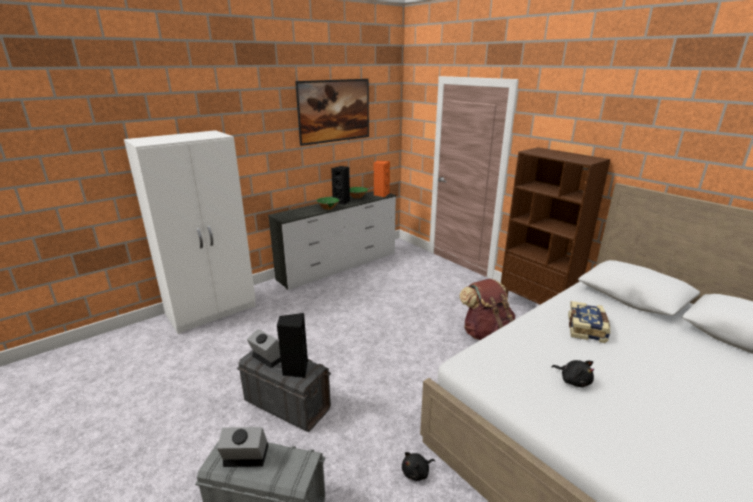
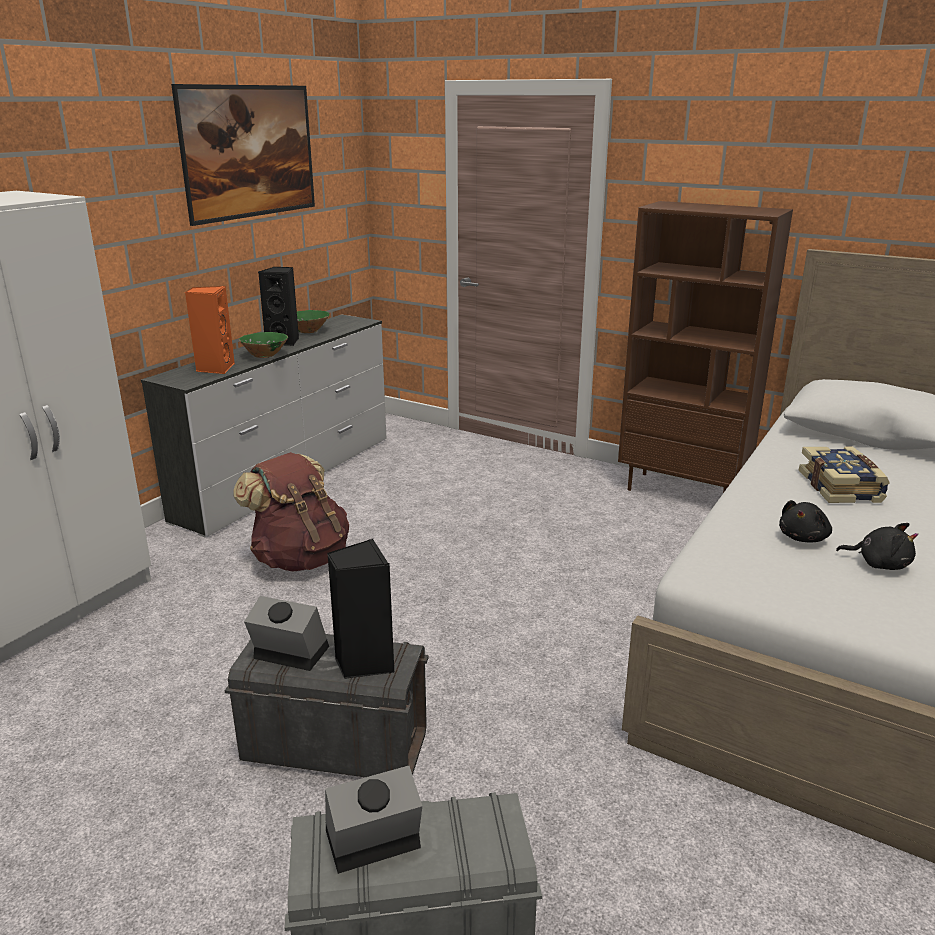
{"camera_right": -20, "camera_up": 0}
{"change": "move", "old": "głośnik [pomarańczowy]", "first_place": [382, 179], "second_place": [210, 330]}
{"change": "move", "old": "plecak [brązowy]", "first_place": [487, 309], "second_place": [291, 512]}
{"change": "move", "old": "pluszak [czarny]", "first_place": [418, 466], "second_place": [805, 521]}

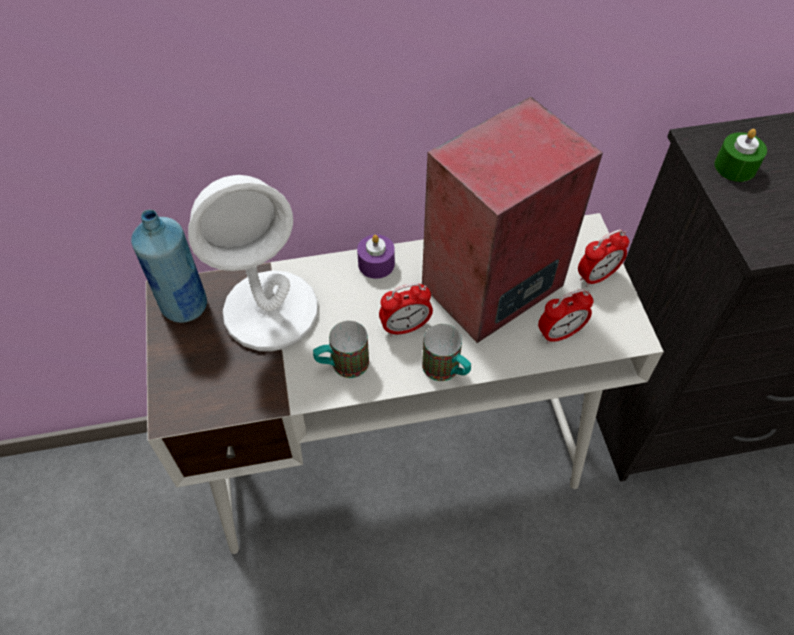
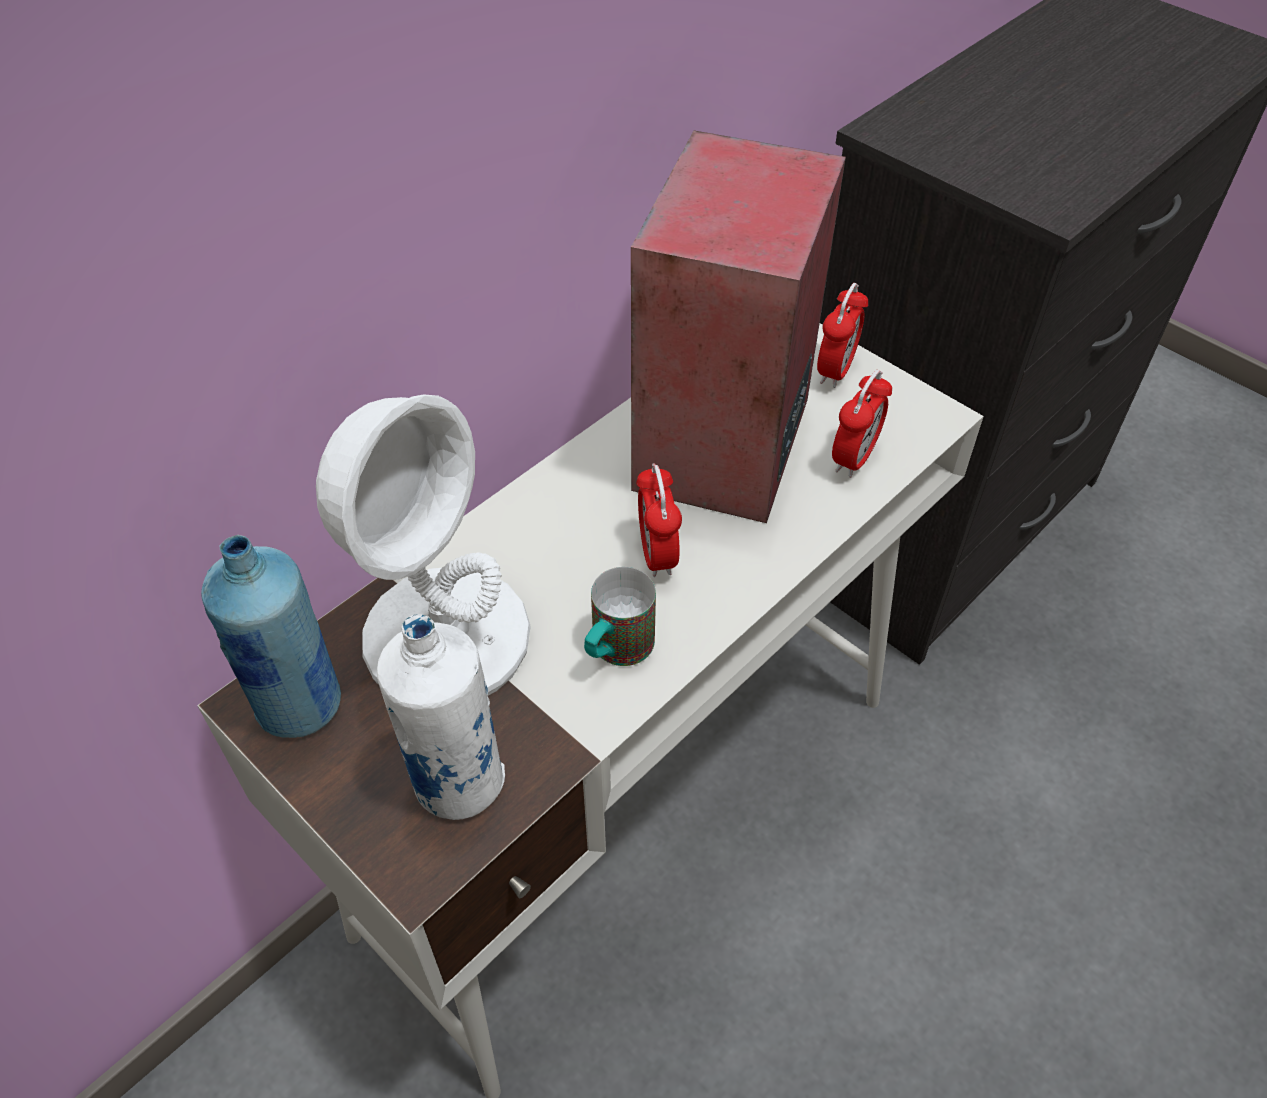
{"camera_right": -35, "camera_up": -5}
{"change": "delete", "old": "świeca [zielony]", "first_place": [740, 155]}
{"change": "delete", "old": "świeca [fioletowy]", "first_place": [376, 256]}
{"change": "rotate", "old": "budzik", "first_place": [406, 309], "second_place": [659, 520], "degrees": 135}
{"change": "delete", "old": "kubek", "first_place": [446, 352]}
{"change": "insert", "new": "butelka [biały]", "second_place": [441, 717]}

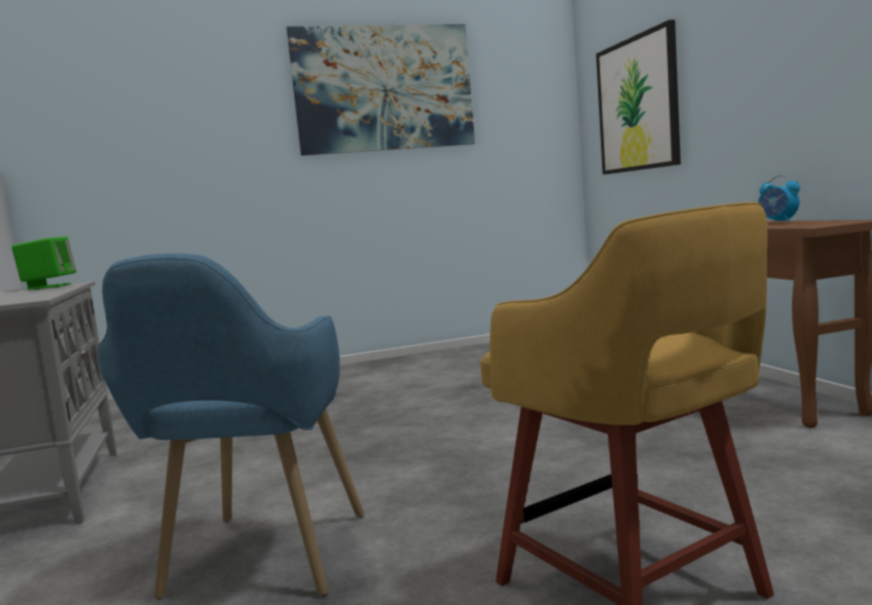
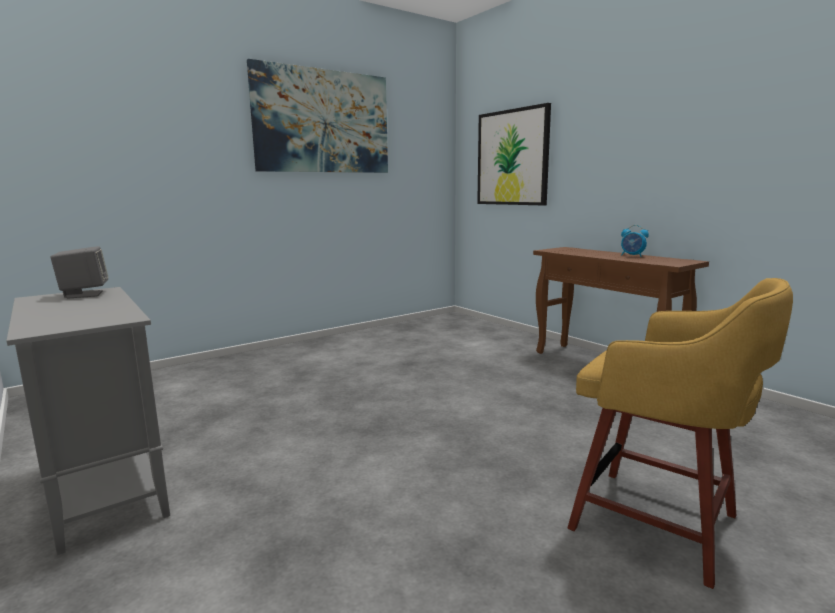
{"camera_right": -20, "camera_up": 5}
{"change": "recolor", "old": "głośnik [zielony]", "new": "głośnik [szary]", "first_place": [44, 263], "second_place": [80, 272]}
{"change": "delete", "old": "fotel [niebieski]", "first_place": [230, 426]}

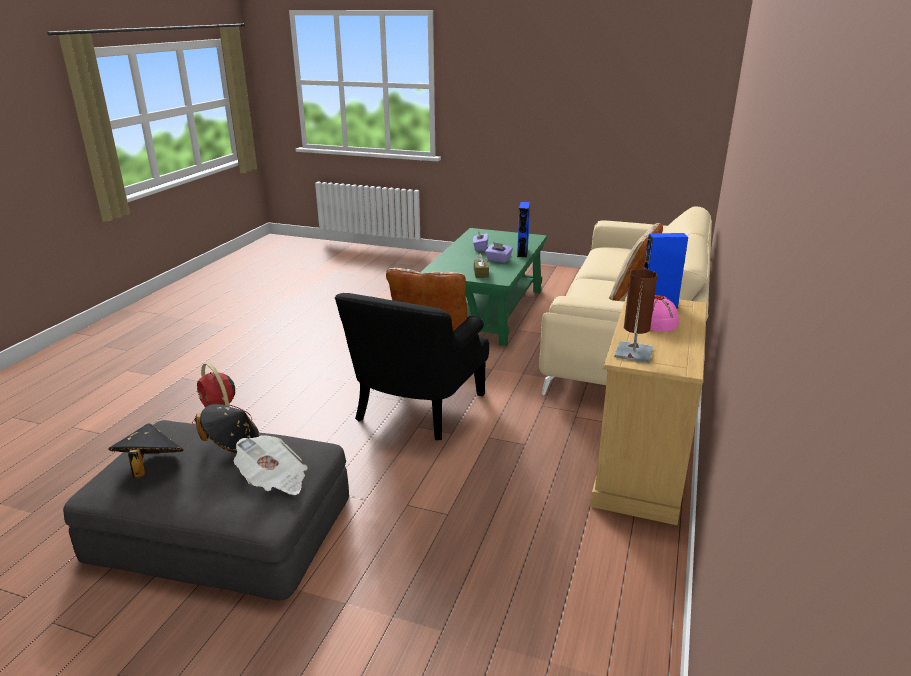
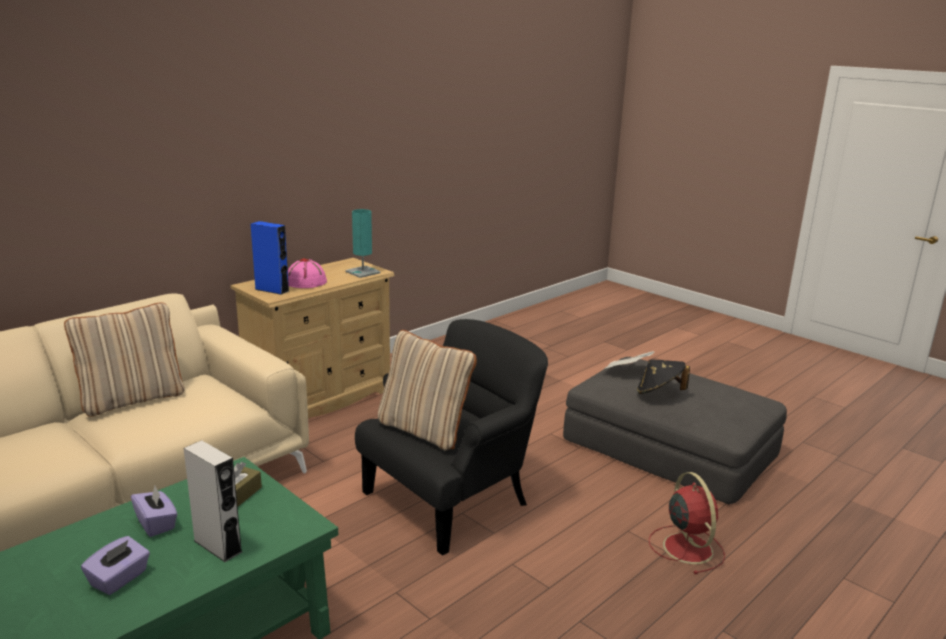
{"camera_right": -155, "camera_up": -5}
{"change": "delete", "old": "głośnik [niebieski]", "first_place": [523, 230]}
{"change": "recolor", "old": "lampa stołowa [brązowy]", "new": "lampa stołowa [turkusowy]", "first_place": [635, 316], "second_place": [363, 243]}
{"change": "delete", "old": "kapelusz [czarny]", "first_place": [146, 450]}
{"change": "insert", "new": "głośnik [szary]", "second_place": [212, 501]}

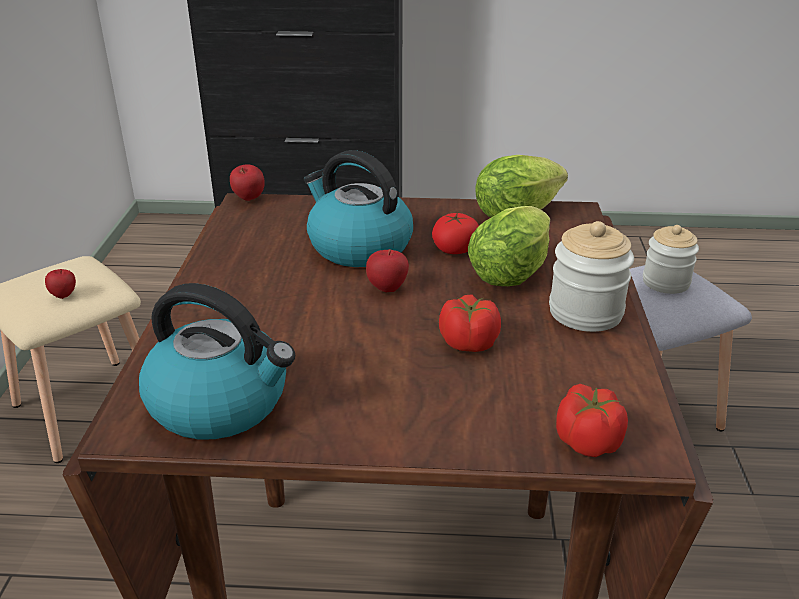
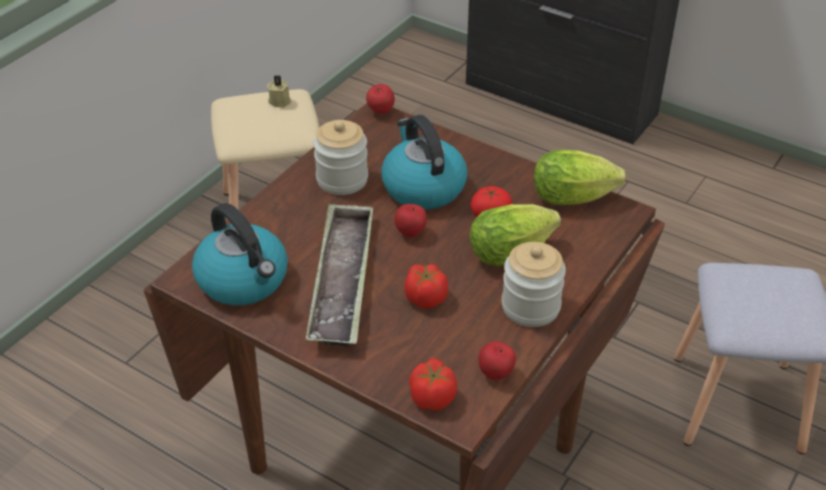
{"camera_right": 30, "camera_up": 10}
{"change": "move", "old": "słoik", "first_place": [671, 259], "second_place": [340, 157]}
{"change": "move", "old": "jabłko", "first_place": [60, 284], "second_place": [497, 361]}
{"change": "insert", "new": "świeca [beżowy]", "second_place": [279, 91]}
{"change": "insert", "new": "taca", "second_place": [339, 275]}

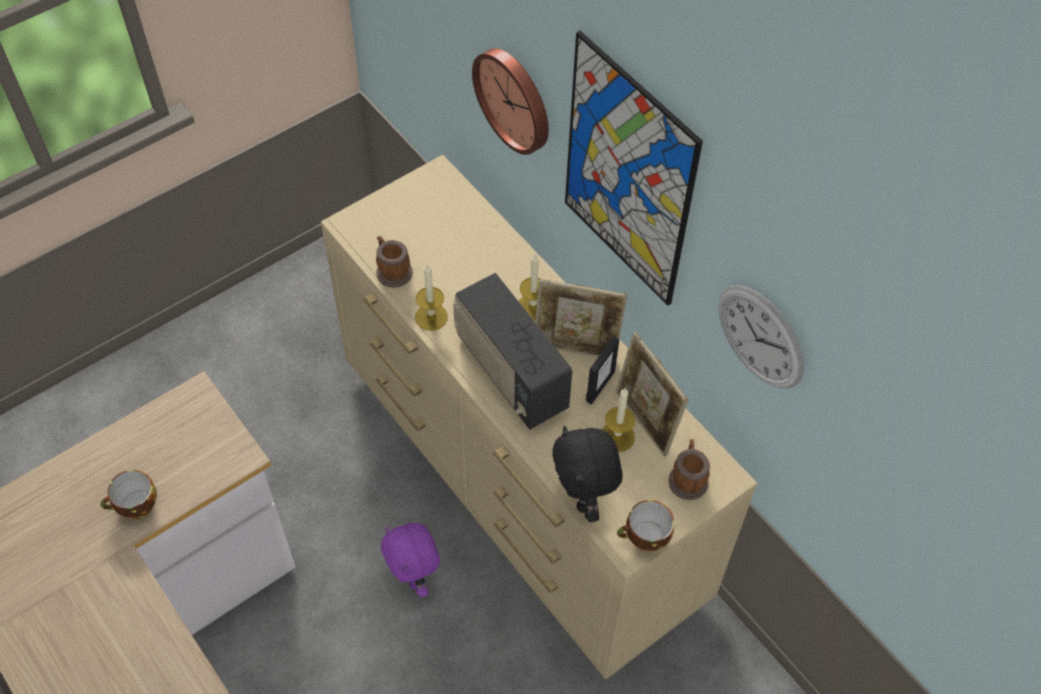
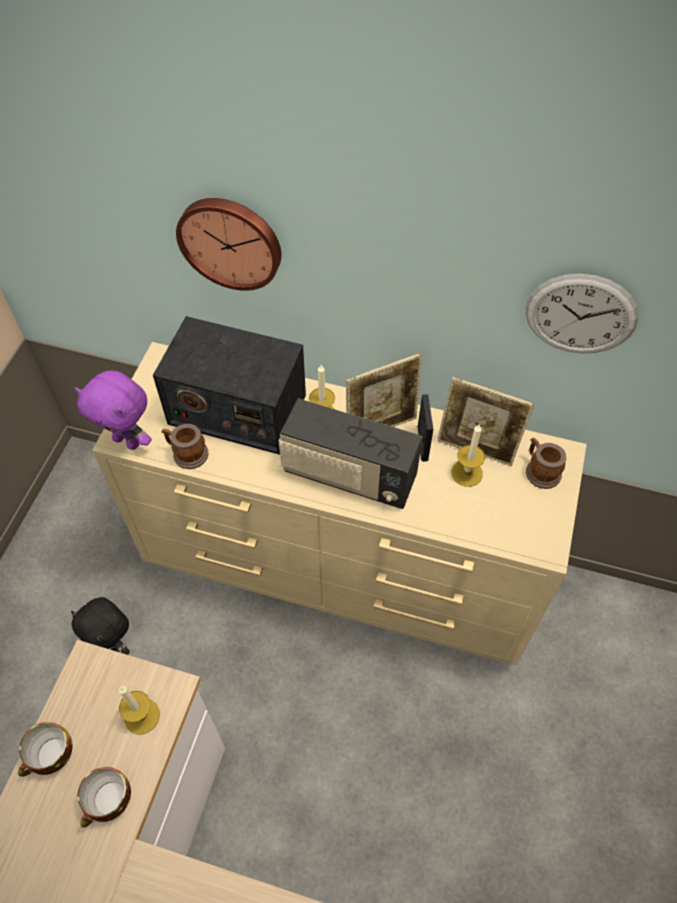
{"camera_right": -35, "camera_up": 0}
{"change": "delete", "old": "obraz", "first_place": [634, 168]}
{"change": "move", "old": "świeca", "first_place": [431, 297], "second_place": [139, 710]}
{"change": "move", "old": "pluszak [czarny]", "first_place": [587, 473], "second_place": [100, 626]}
{"change": "move", "old": "filiżanka", "first_place": [645, 525], "second_place": [45, 749]}
{"change": "move", "old": "pluszak [fioletowy]", "first_place": [410, 560], "second_place": [113, 410]}
{"change": "insert", "new": "radio", "second_place": [229, 385]}

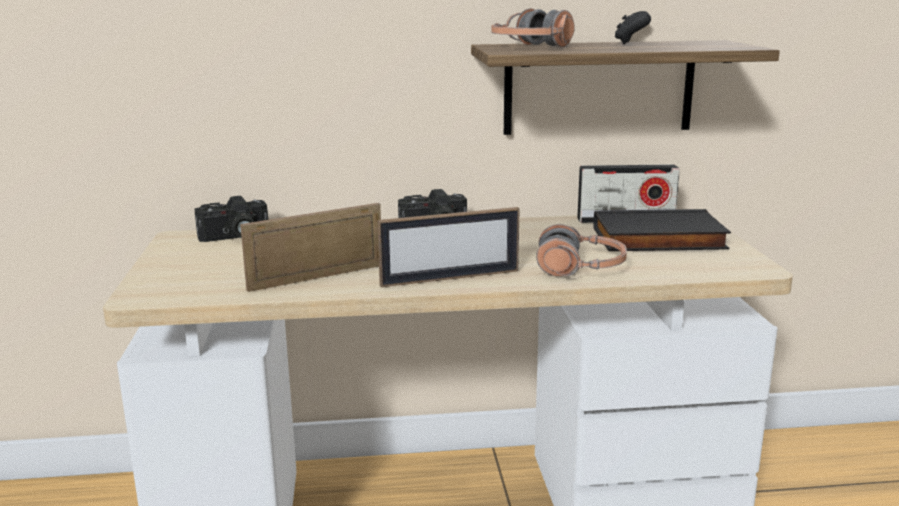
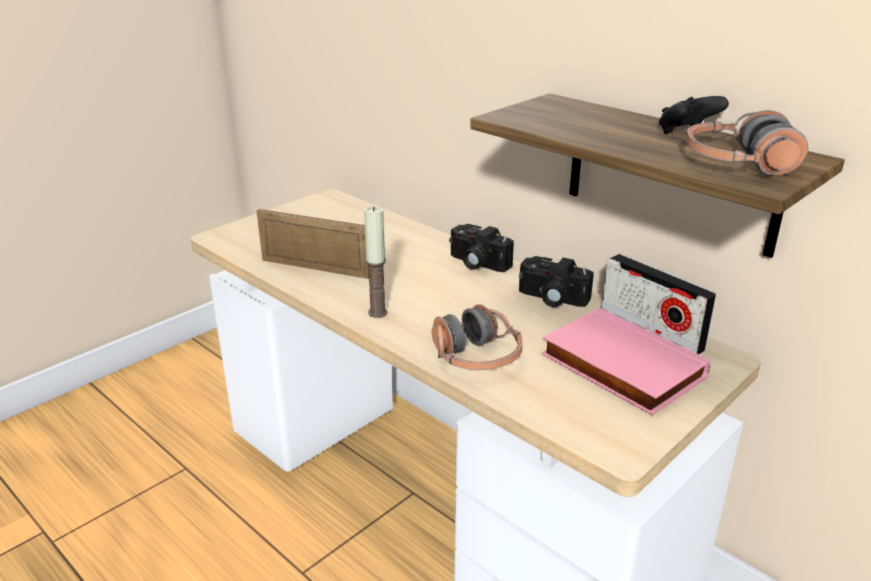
{"camera_right": 50, "camera_up": 10}
{"change": "move", "old": "słuchawki", "first_place": [533, 28], "second_place": [746, 143]}
{"change": "move", "old": "aparat fotograficzny", "first_place": [231, 219], "second_place": [556, 281]}
{"change": "replace", "old": "ramka na zdjęcie", "new": "świeca", "first_place": [448, 247], "second_place": [376, 262]}
{"change": "recolor", "old": "książka [czarny]", "new": "książka [różowy]", "first_place": [662, 230], "second_place": [625, 361]}

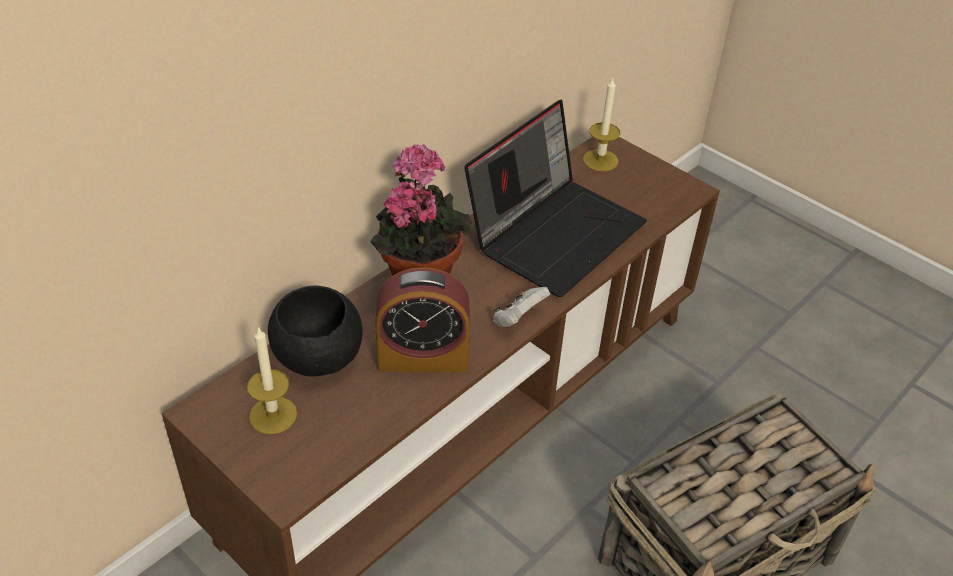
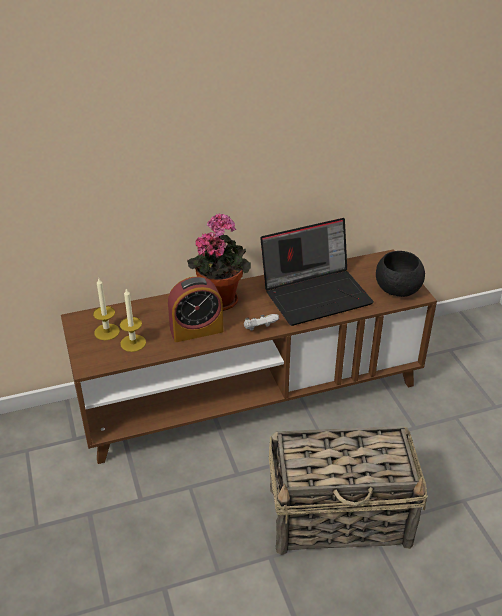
{"camera_right": 30, "camera_up": -5}
{"change": "move", "old": "świeca", "first_place": [601, 124], "second_place": [133, 320]}
{"change": "rotate", "old": "budzik", "first_place": [422, 319], "second_place": [195, 309], "degrees": -45}
{"change": "move", "old": "miska [czarny]", "first_place": [315, 331], "second_place": [400, 274]}

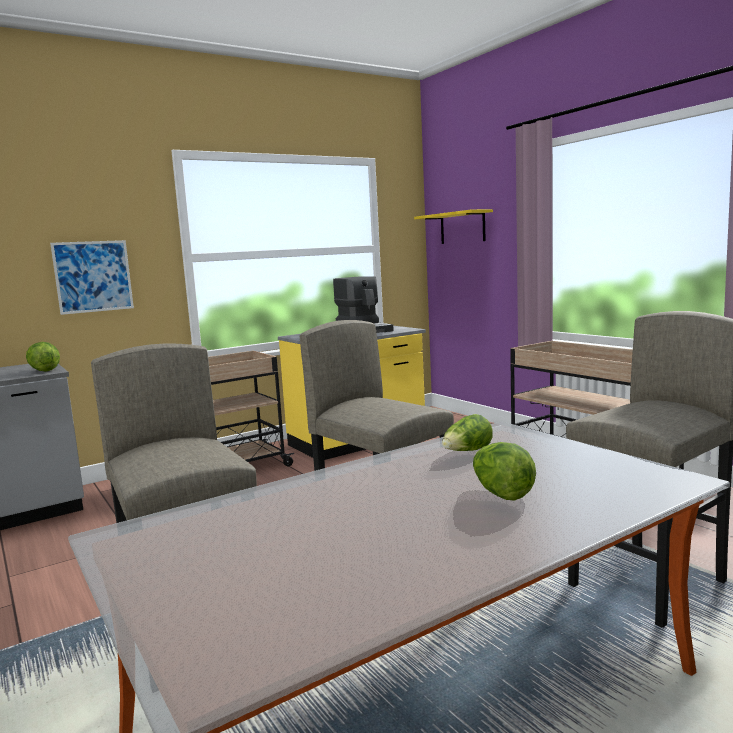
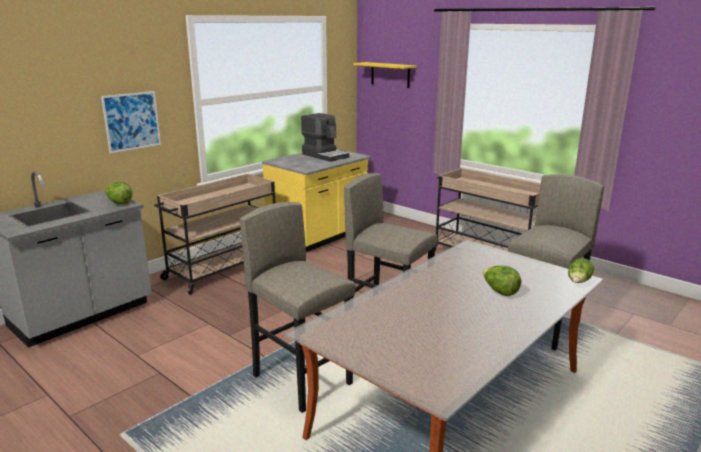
{"camera_right": -15, "camera_up": 10}
{"change": "move", "old": "sałata", "first_place": [467, 432], "second_place": [581, 270]}

